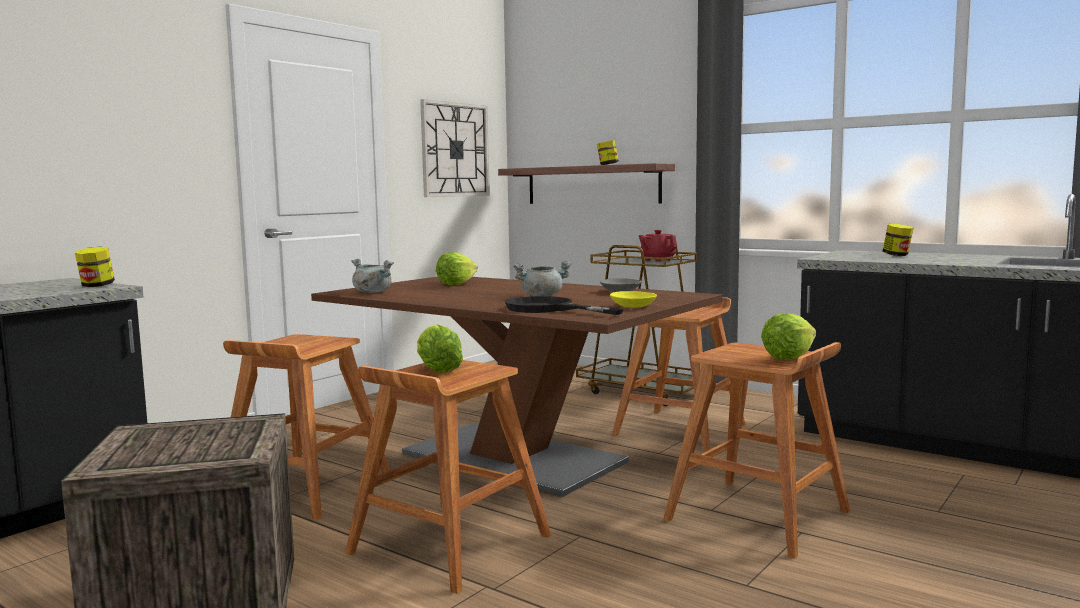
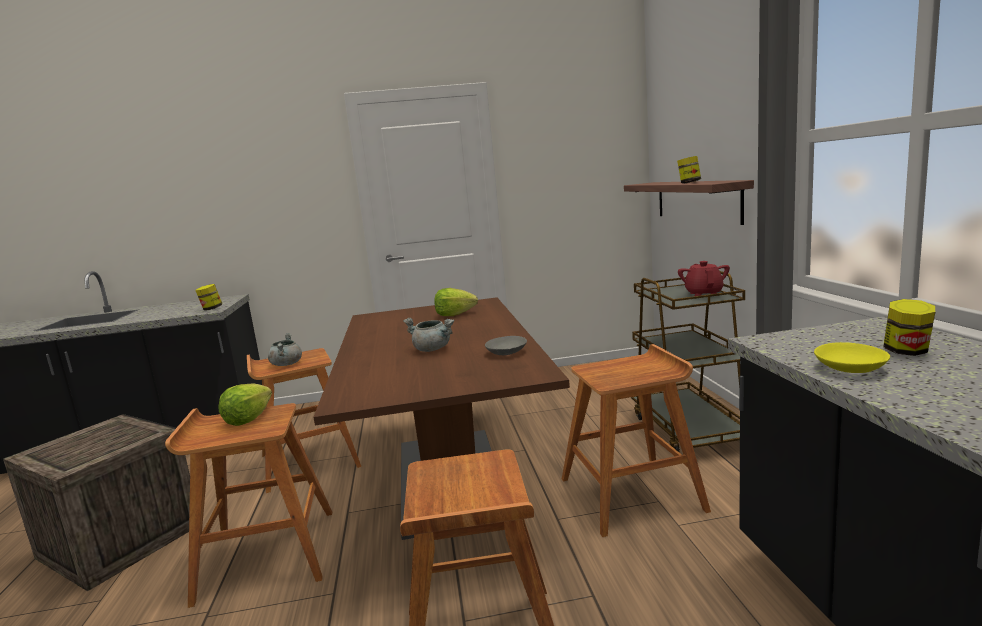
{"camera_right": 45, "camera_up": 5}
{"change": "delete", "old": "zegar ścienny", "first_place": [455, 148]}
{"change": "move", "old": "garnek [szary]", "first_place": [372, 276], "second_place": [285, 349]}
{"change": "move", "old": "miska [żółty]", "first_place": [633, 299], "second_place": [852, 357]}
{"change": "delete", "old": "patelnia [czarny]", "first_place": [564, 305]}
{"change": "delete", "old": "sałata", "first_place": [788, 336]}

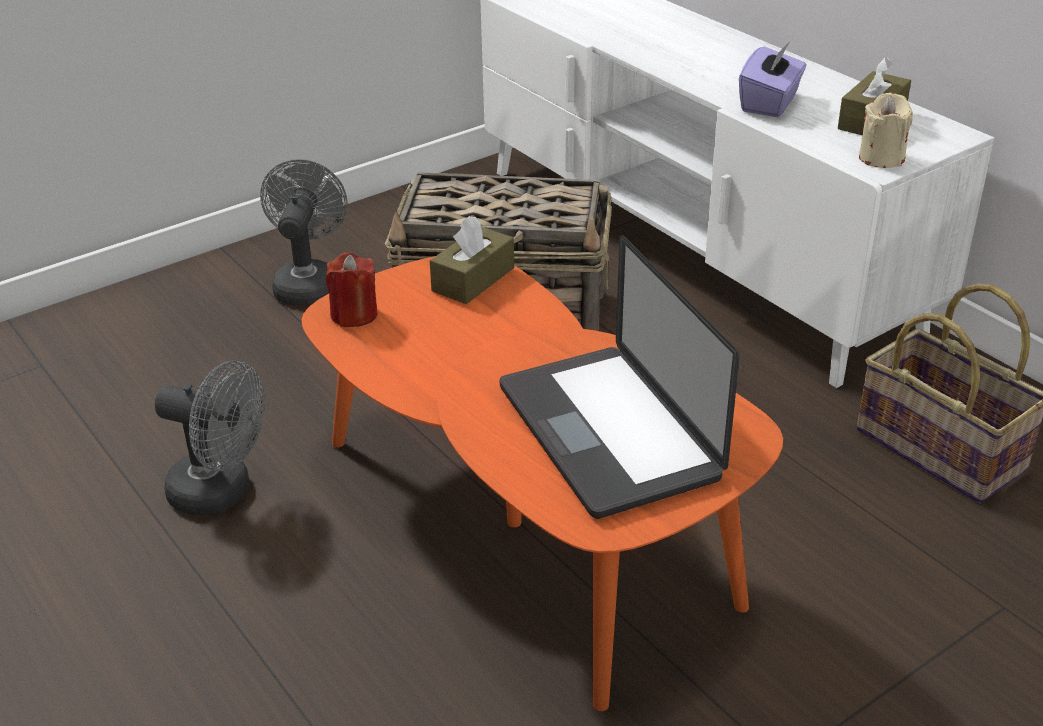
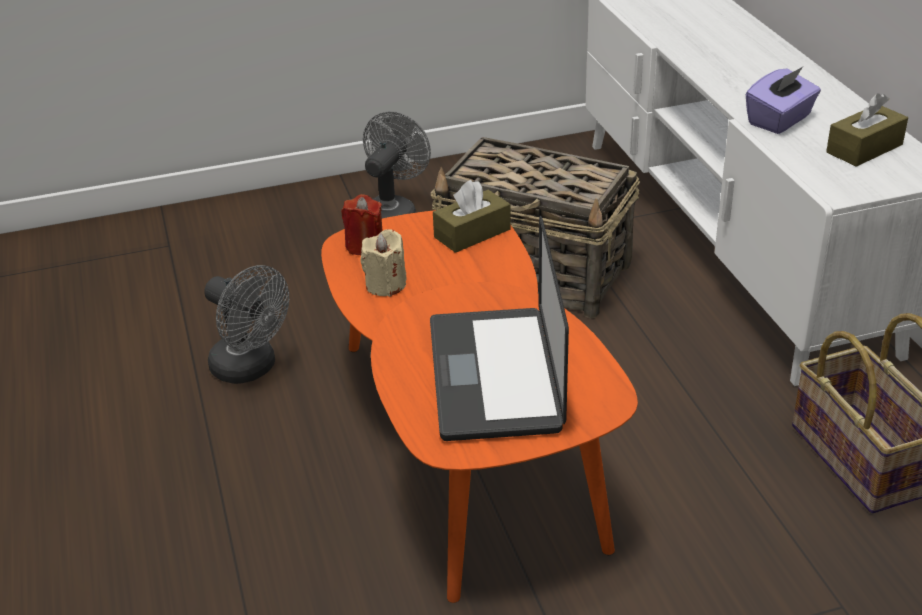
{"camera_right": 20, "camera_up": 0}
{"change": "move", "old": "świeca [beżowy]", "first_place": [886, 130], "second_place": [383, 263]}

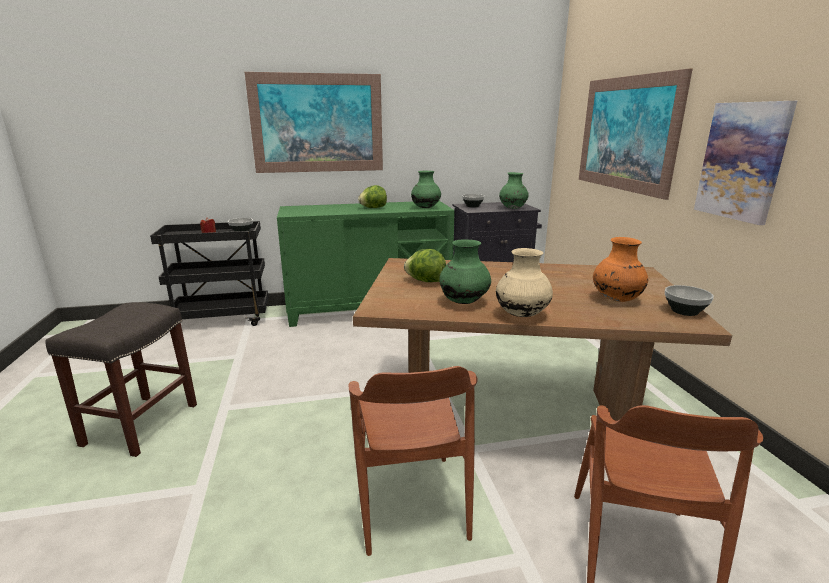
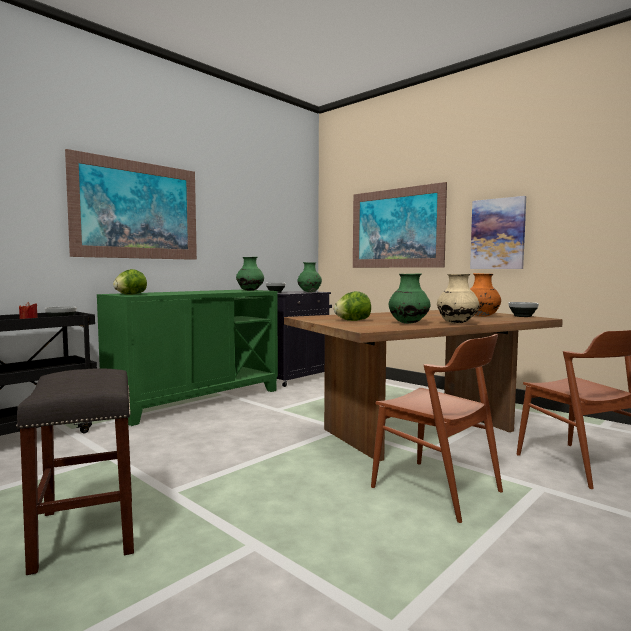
{"camera_right": -35, "camera_up": -15}
{"change": "move", "old": "sałata", "first_place": [372, 196], "second_place": [130, 282]}

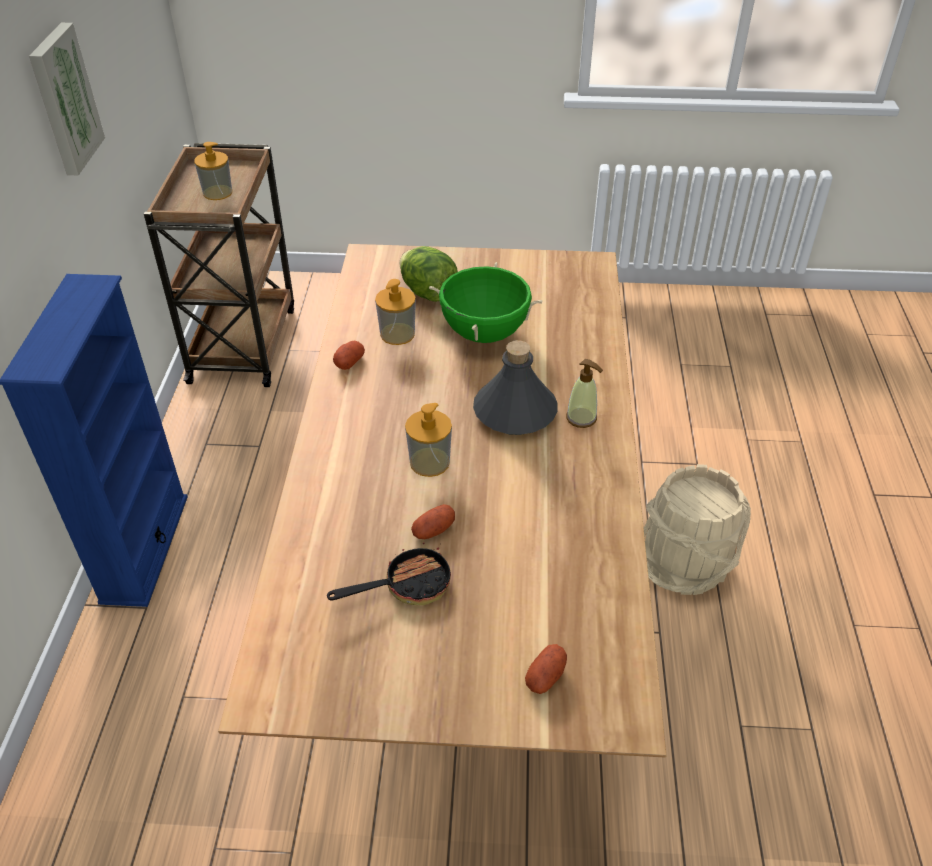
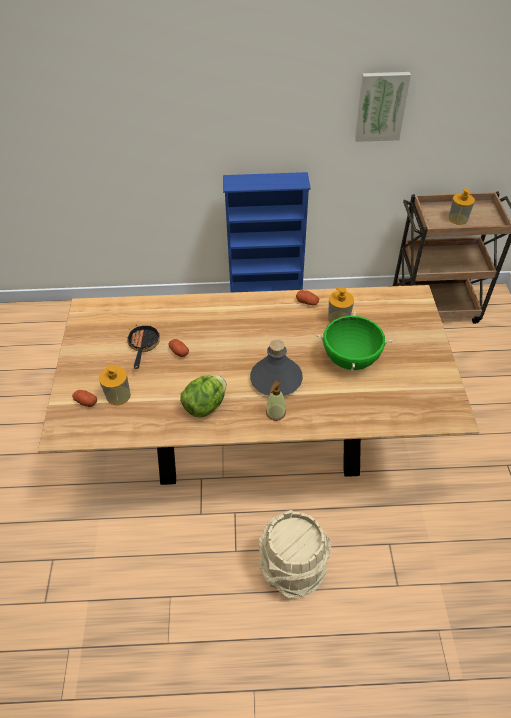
{"camera_right": 85, "camera_up": 5}
{"change": "move", "old": "sałata", "first_place": [428, 274], "second_place": [203, 396]}
{"change": "move", "old": "dozownik mydła", "first_place": [428, 440], "second_place": [115, 385]}
{"change": "rotate", "old": "patelnia", "first_place": [389, 573], "second_place": [143, 347], "degrees": -150}

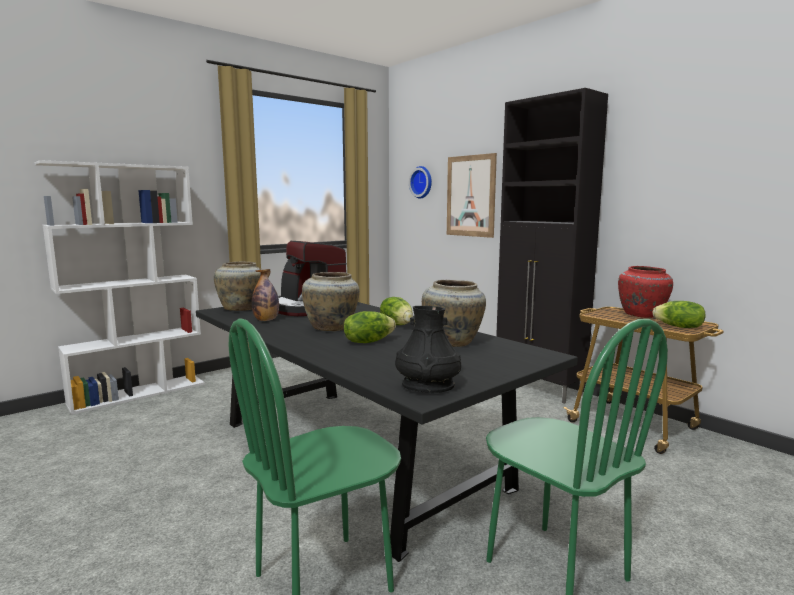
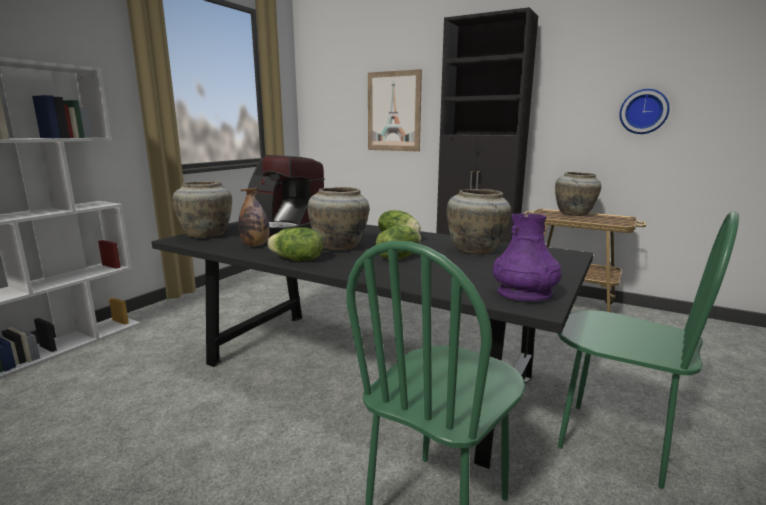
{"camera_right": -20, "camera_up": 5}
{"change": "move", "old": "zegar ścienny", "first_place": [420, 182], "second_place": [644, 111]}
{"change": "recolor", "old": "wazon [czerwony]", "new": "wazon [beżowy]", "first_place": [645, 292], "second_place": [578, 194]}
{"change": "move", "old": "sałata", "first_place": [679, 314], "second_place": [295, 244]}
{"change": "recolor", "old": "wazon [czarny]", "new": "wazon [fioletowy]", "first_place": [428, 349], "second_place": [527, 257]}

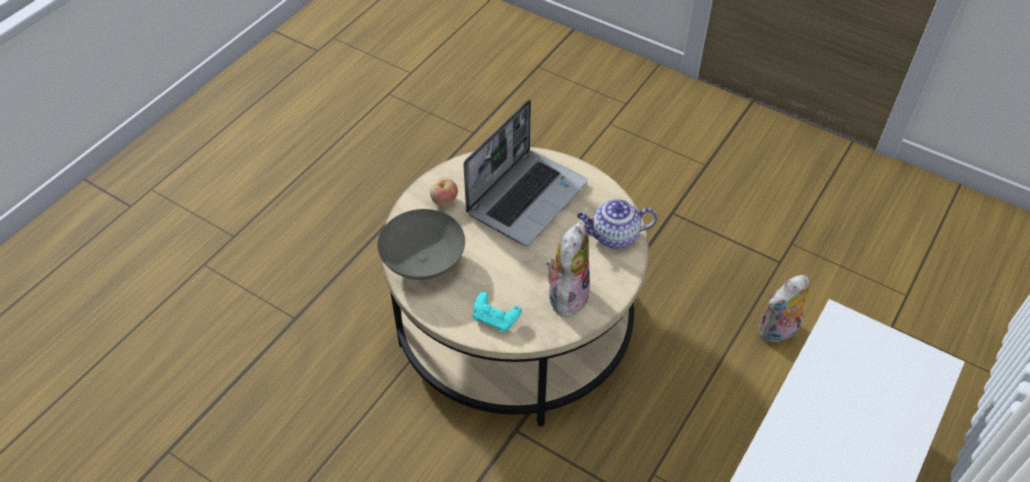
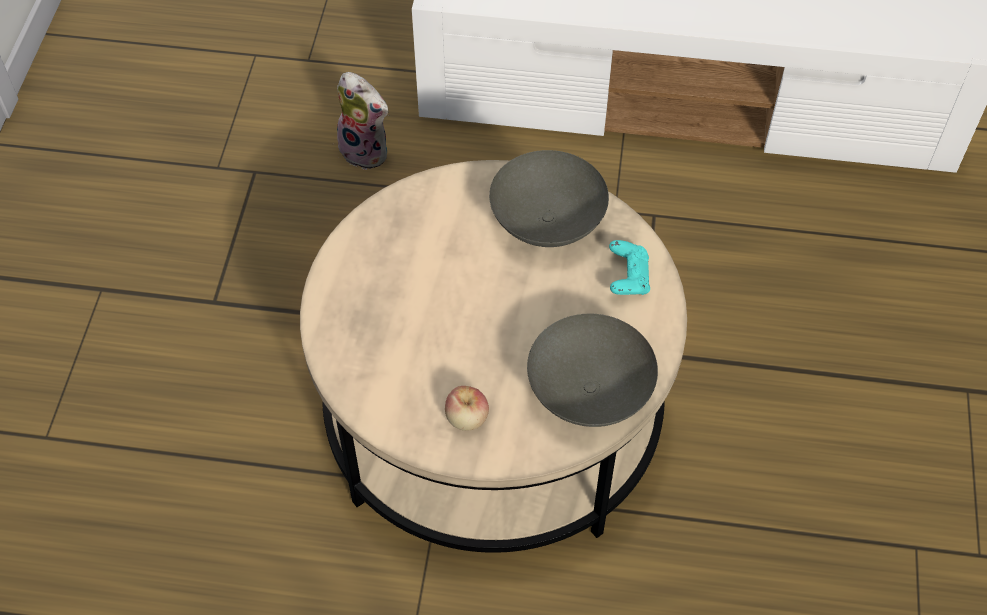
{"camera_right": -115, "camera_up": 5}
{"change": "delete", "old": "laptop", "first_place": [525, 172]}
{"change": "delete", "old": "imbryk", "first_place": [617, 224]}
{"change": "replace", "old": "pluszak", "new": "miska [szary]", "first_place": [568, 269], "second_place": [549, 198]}

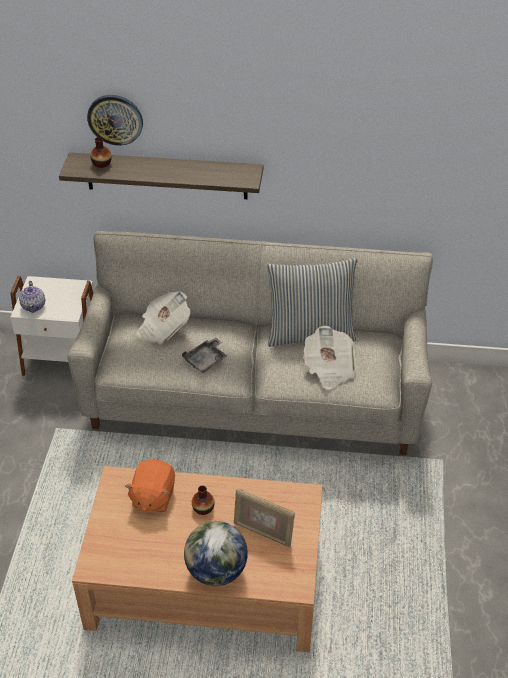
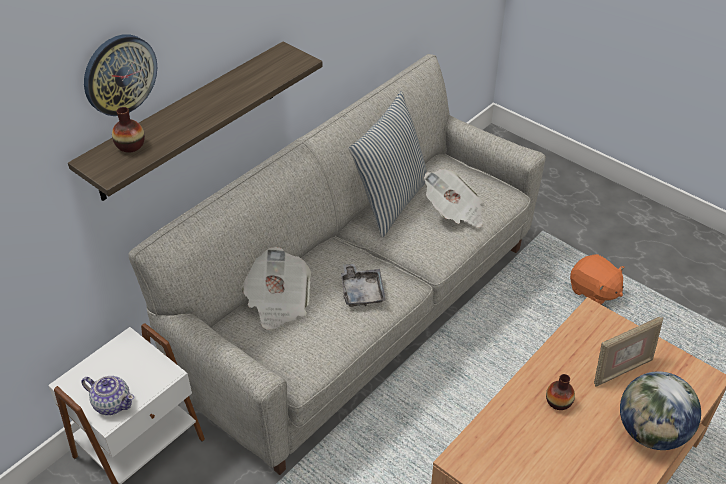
{"camera_right": -55, "camera_up": 0}
{"change": "move", "old": "pluszak [pomarańczowy]", "first_place": [150, 485], "second_place": [597, 279]}

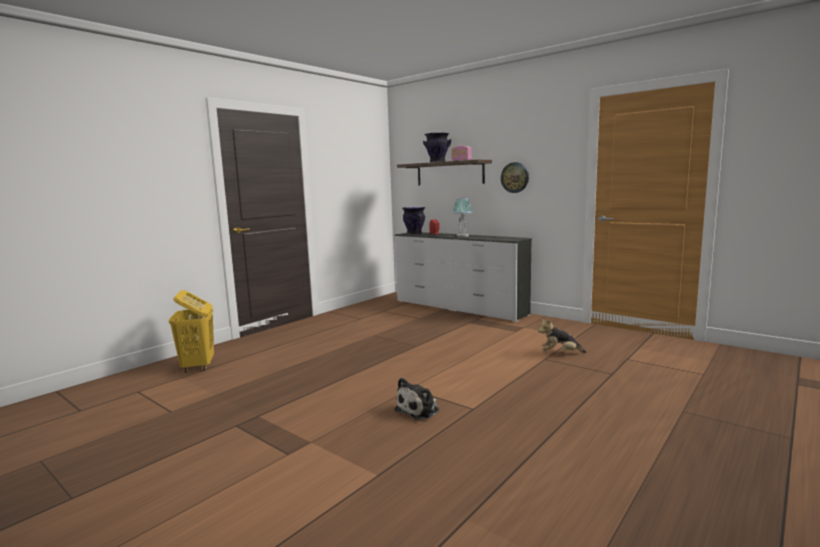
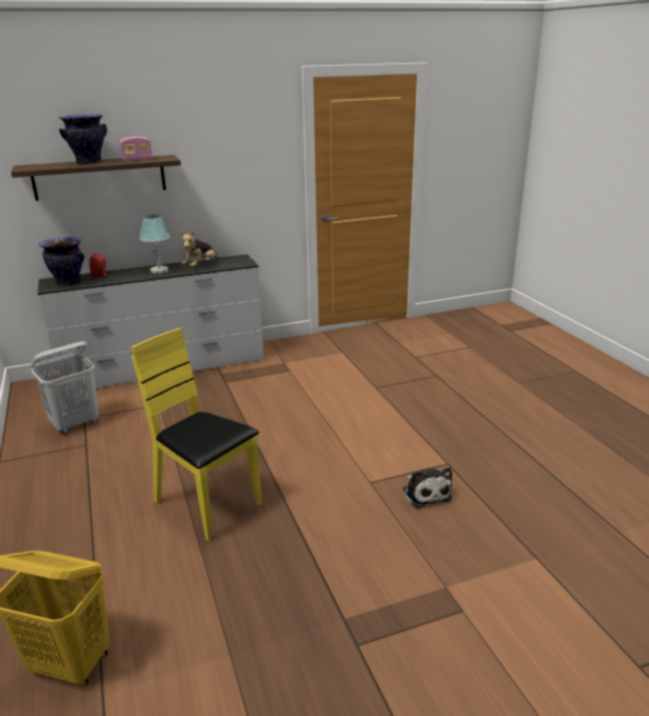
{"camera_right": -60, "camera_up": 15}
{"change": "delete", "old": "zegar ścienny", "first_place": [515, 177]}
{"change": "move", "old": "pluszak", "first_place": [562, 335], "second_place": [200, 249]}
{"change": "insert", "new": "krzesło [żółty]", "second_place": [196, 434]}
{"change": "insert", "new": "kosz na pranie [biały]", "second_place": [64, 387]}

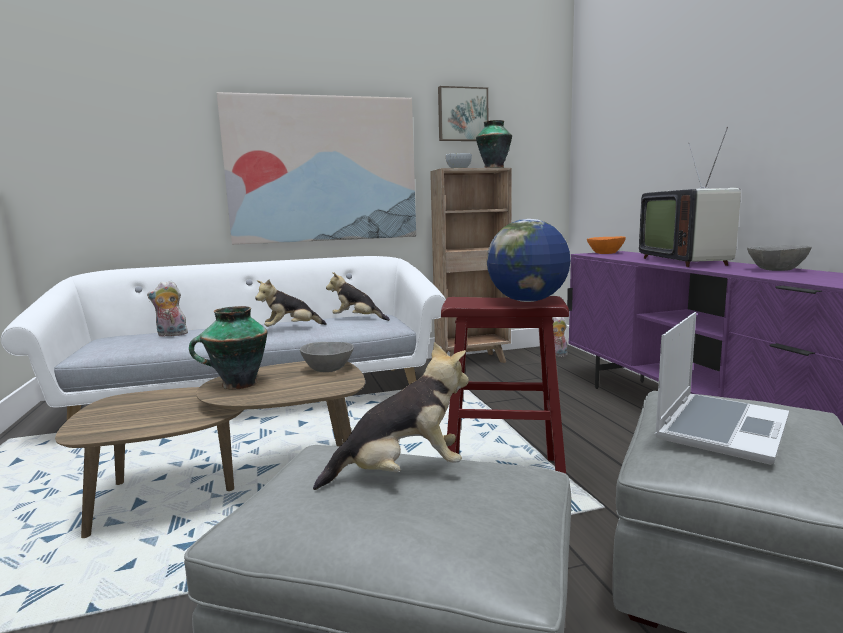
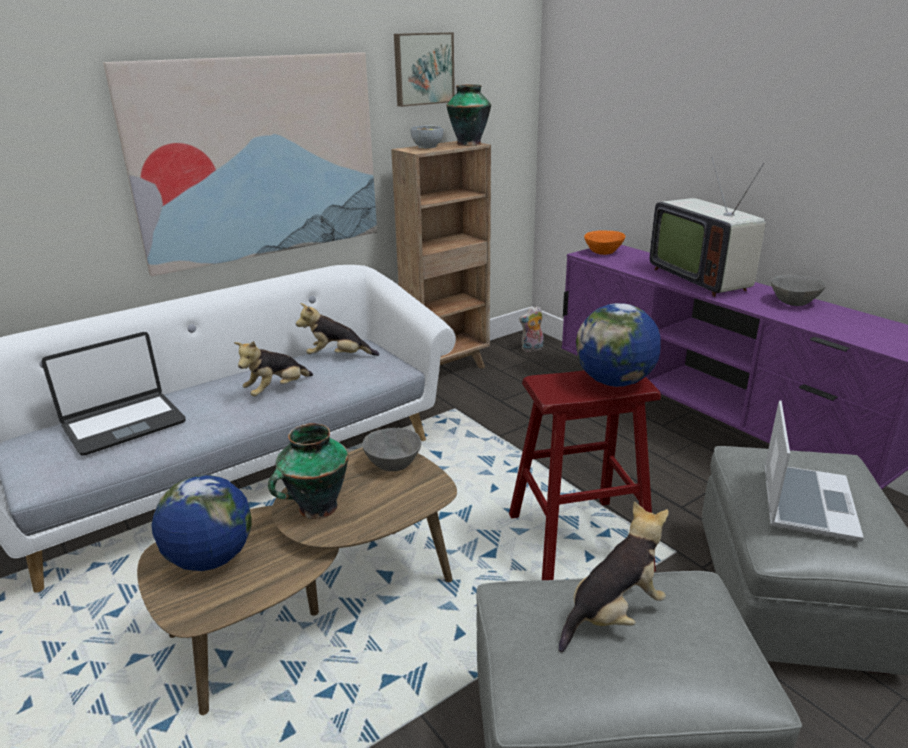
{"camera_right": -20, "camera_up": 15}
{"change": "replace", "old": "pluszak", "new": "laptop", "first_place": [168, 309], "second_place": [113, 394]}
{"change": "insert", "new": "globus", "second_place": [202, 523]}

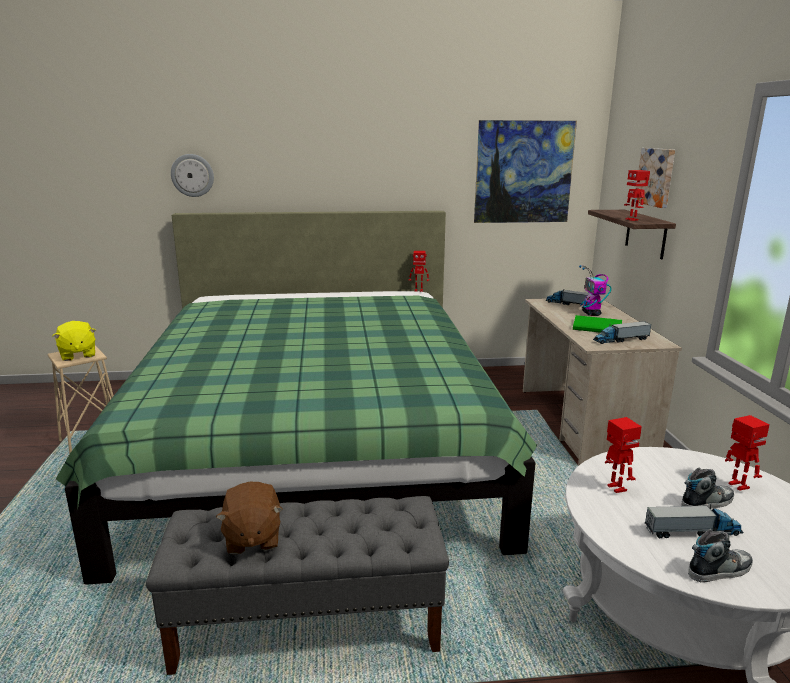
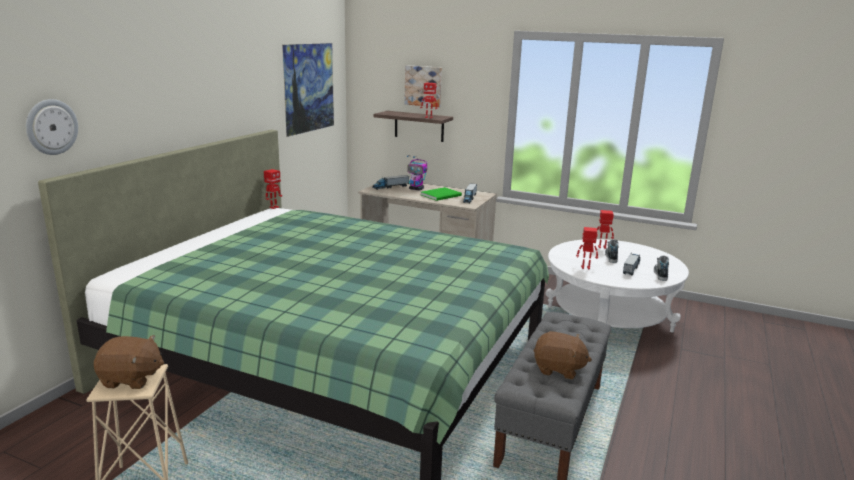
{"camera_right": -60, "camera_up": 0}
{"change": "recolor", "old": "pluszak [żółty]", "new": "pluszak [brązowy]", "first_place": [74, 341], "second_place": [129, 362]}

